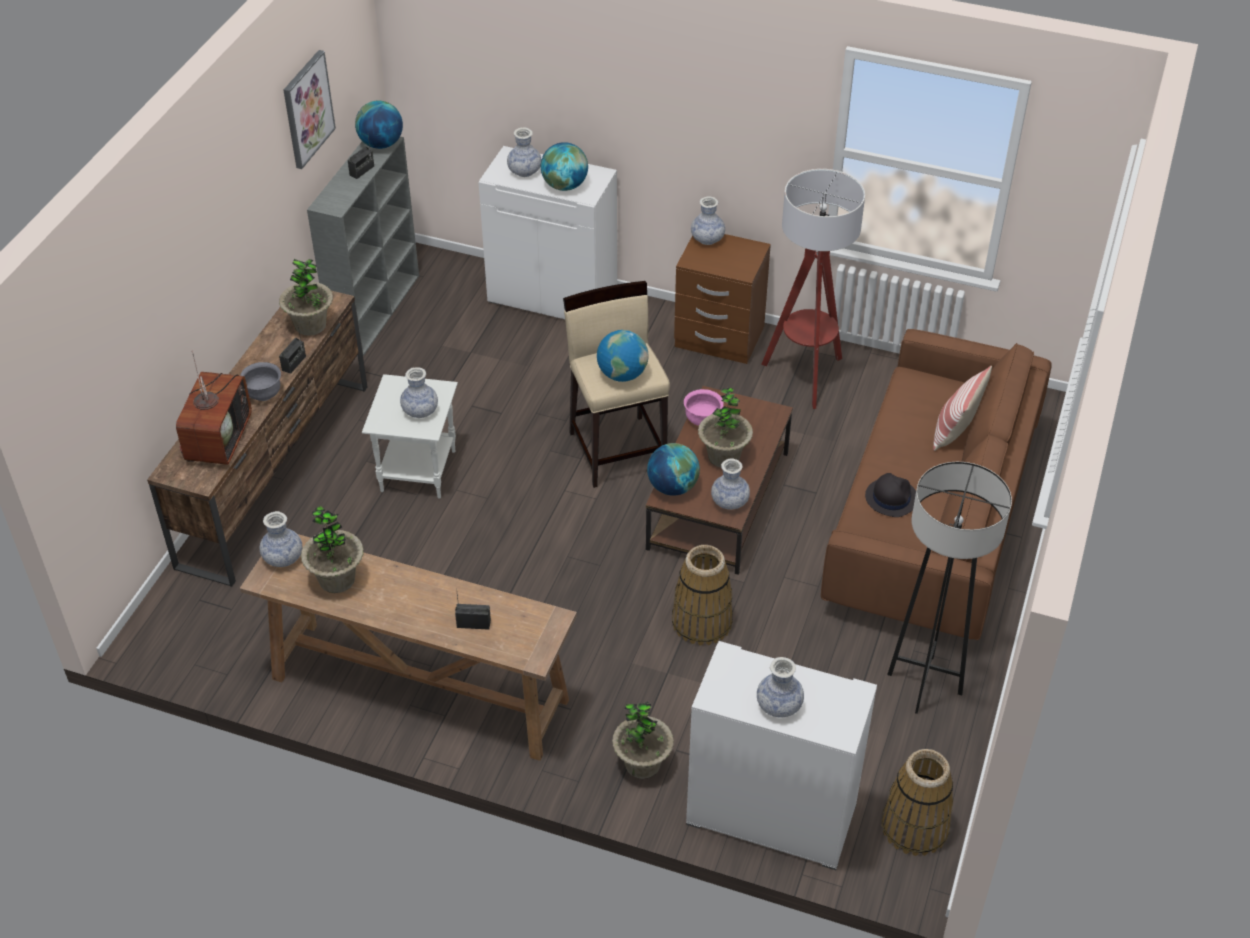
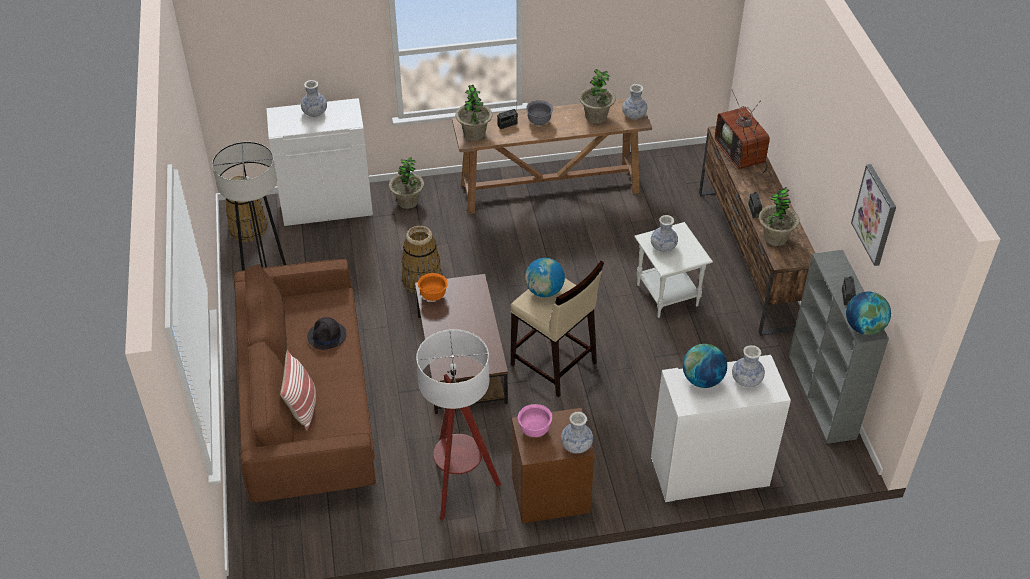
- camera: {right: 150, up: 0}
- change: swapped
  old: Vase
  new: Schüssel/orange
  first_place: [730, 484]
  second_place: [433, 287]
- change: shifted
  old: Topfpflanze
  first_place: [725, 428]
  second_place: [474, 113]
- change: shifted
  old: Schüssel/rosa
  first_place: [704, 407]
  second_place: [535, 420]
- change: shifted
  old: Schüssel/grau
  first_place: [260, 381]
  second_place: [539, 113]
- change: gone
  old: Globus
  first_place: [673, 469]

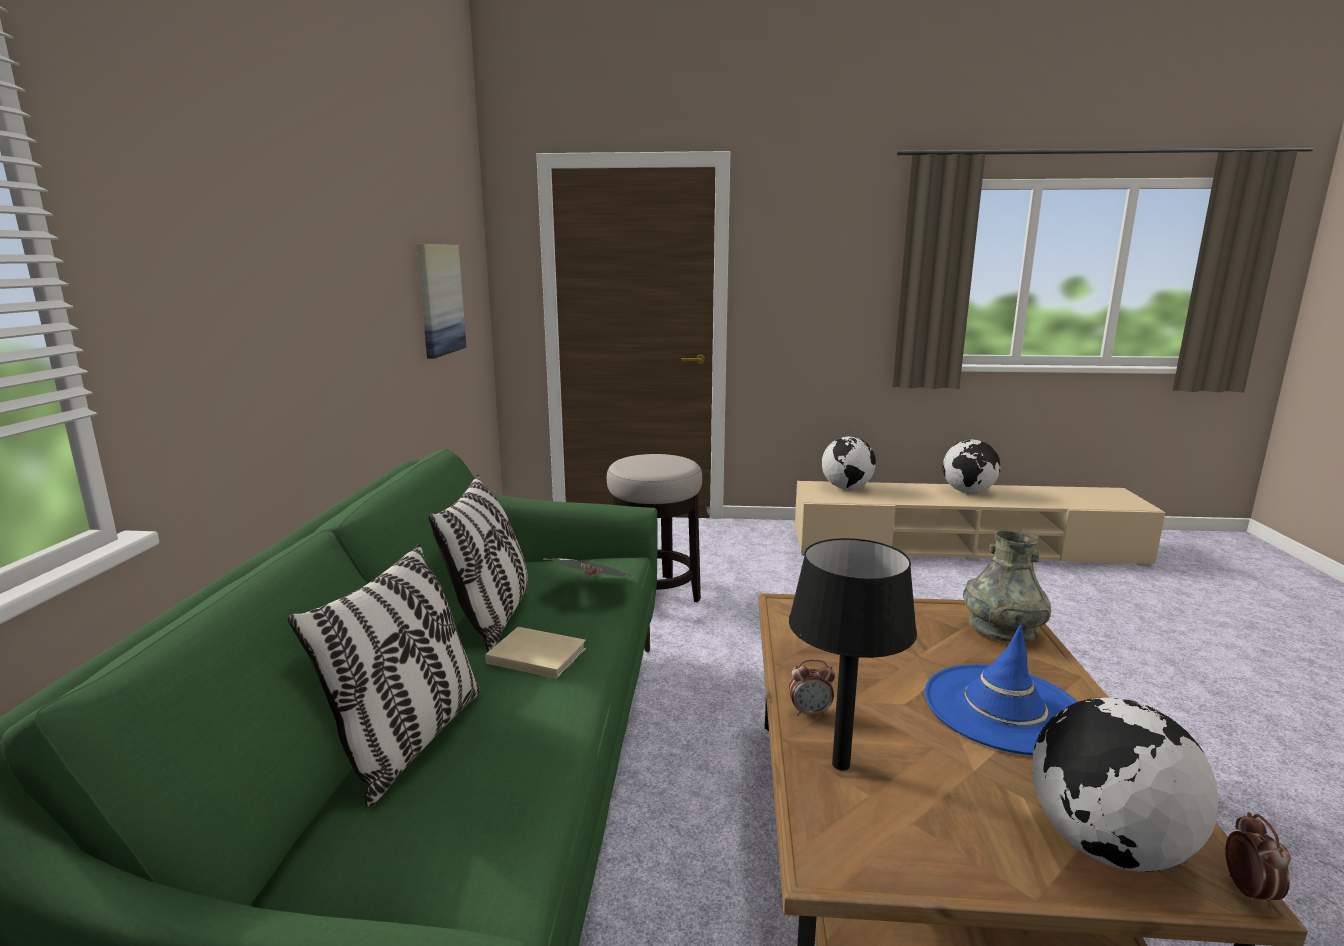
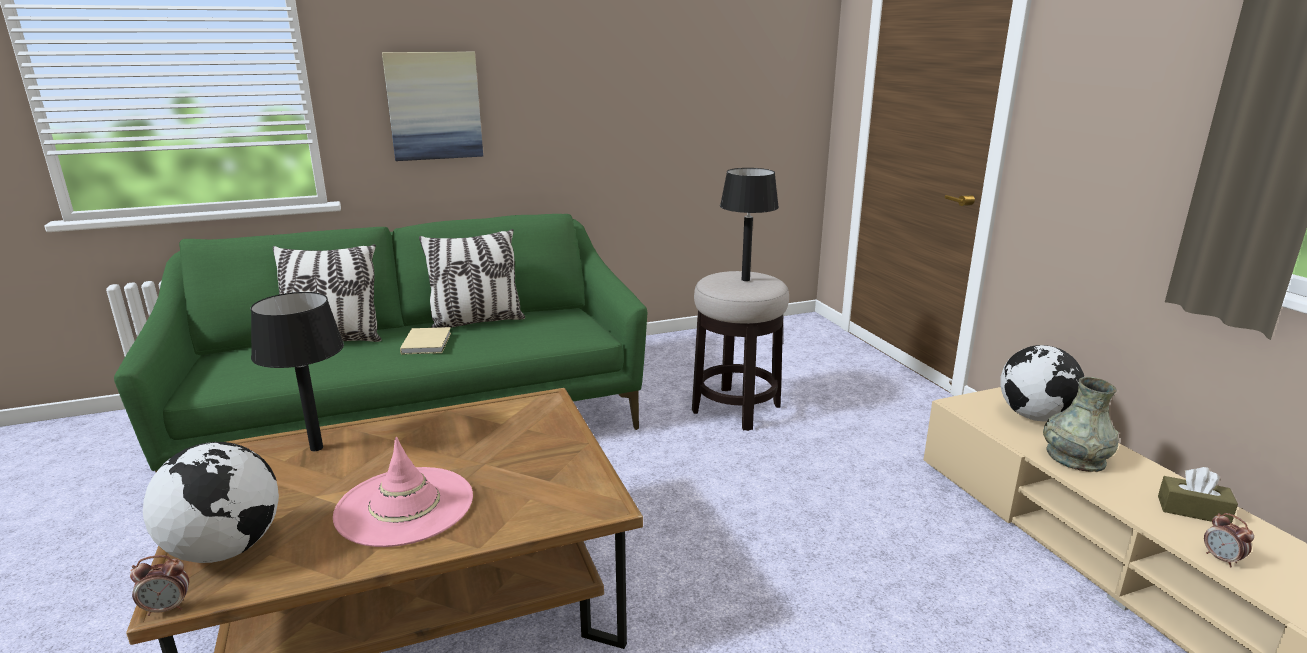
- camera: {right: 65, up: 5}
- change: repainted
  old: Hut/blau
  new: Hut/rosa
  first_place: [1001, 690]
  second_place: [403, 492]
- change: shifted
  old: Bild
  first_place: [441, 301]
  second_place: [432, 106]
- change: new
  new: Tischlampe/schwarz
  second_place: [749, 224]
- change: shifted
  old: Vase/grau
  first_place: [1007, 586]
  second_place: [1081, 424]
- change: swapped
  old: Globus
  new: Taschentuchbox/braun
  first_place: [972, 467]
  second_place: [1198, 495]
- change: shifted
  old: Wecker
  first_place: [812, 687]
  second_place: [1229, 540]
- change: gone
  old: Zeitung
  first_place: [588, 568]

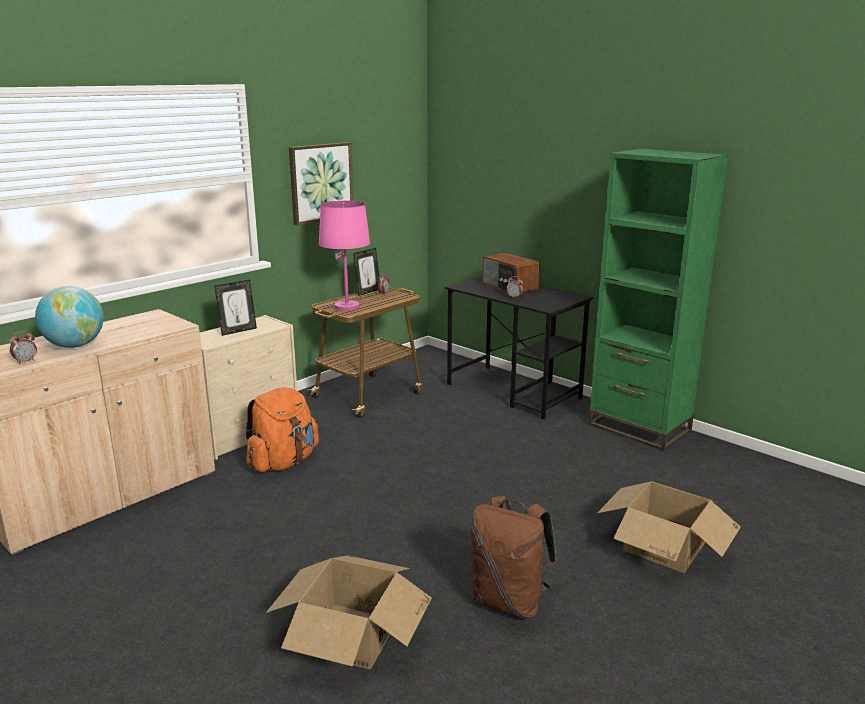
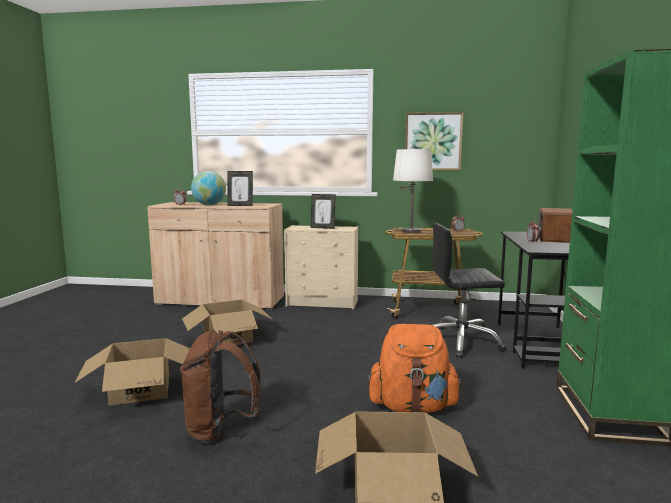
- camera: {right: 55, up: -10}
- change: new
  new: Karton
  second_place: [227, 322]
- change: shifted
  old: Bilderrahmen
  first_place: [366, 272]
  second_place: [240, 188]
- change: shifted
  old: Rucksack/orange
  first_place: [282, 429]
  second_place: [415, 368]
- change: repainted
  old: Tischlampe/rosa
  new: Tischlampe/weiß
  first_place: [344, 256]
  second_place: [413, 190]
- change: new
  new: Bürostuhl/schwarz
  second_place: [469, 290]

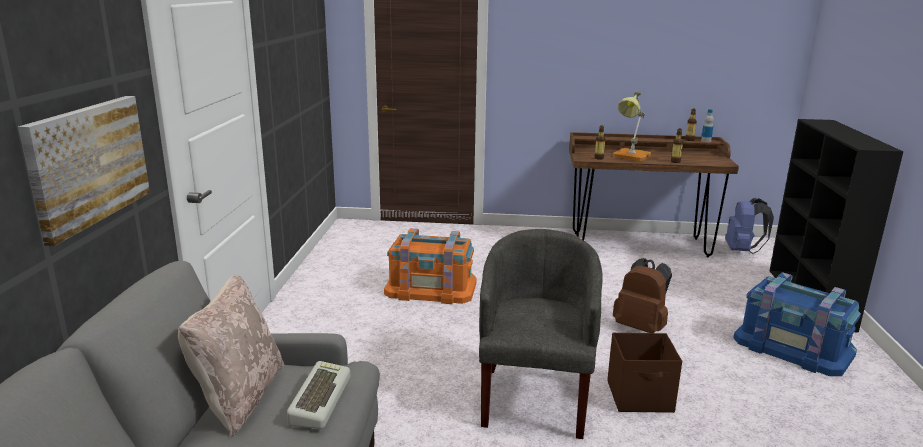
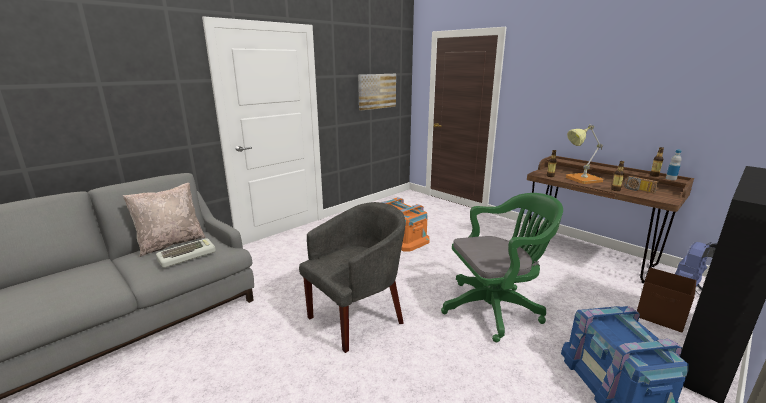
- camera: {right: 40, up: 0}
- change: shifted
  old: Bild
  first_place: [84, 171]
  second_place: [377, 92]
- change: swapped
  old: Rucksack/braun
  new: Bürostuhl/grün
  first_place: [642, 295]
  second_place: [502, 267]
- change: new
  new: Radio
  second_place: [641, 185]
- change: shifted
  old: Aufbewahrungsbox/braun
  first_place: [644, 373]
  second_place: [667, 300]

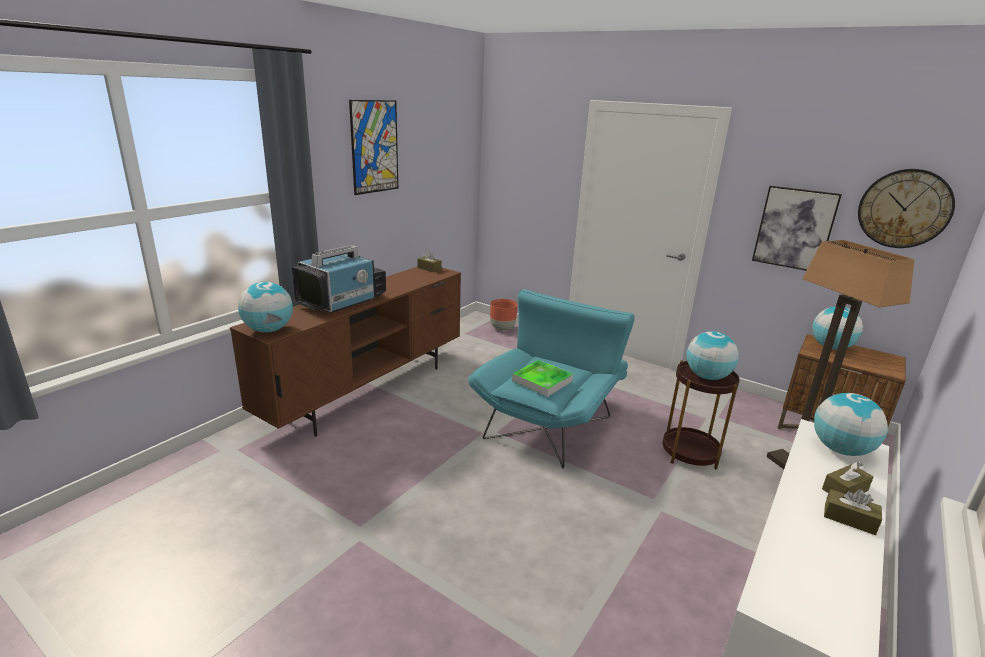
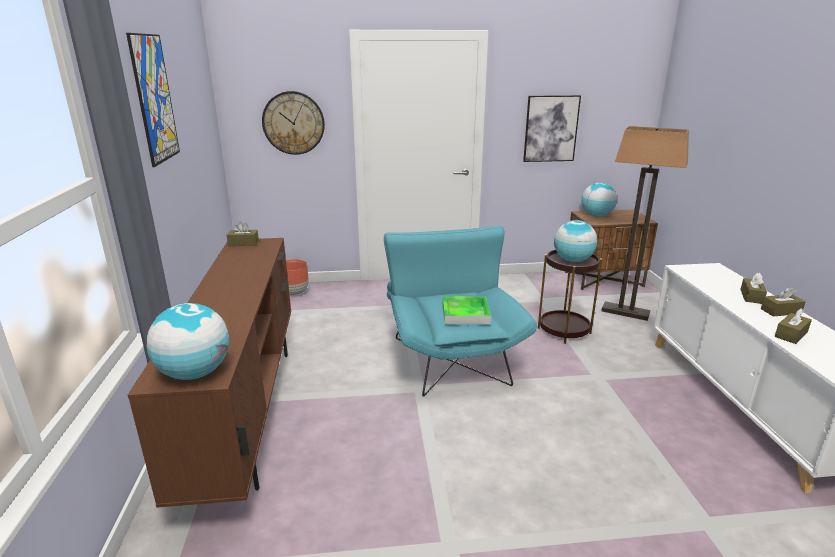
- camera: {right: -40, up: 0}
- change: shifted
  old: Wanduhr
  first_place: [906, 208]
  second_place: [293, 123]
- change: new
  new: Taschentuchbox/braun
  second_place: [793, 326]
- change: gone
  old: Fernseher
  first_place: [339, 279]
- change: gone
  old: Globus
  first_place: [851, 424]

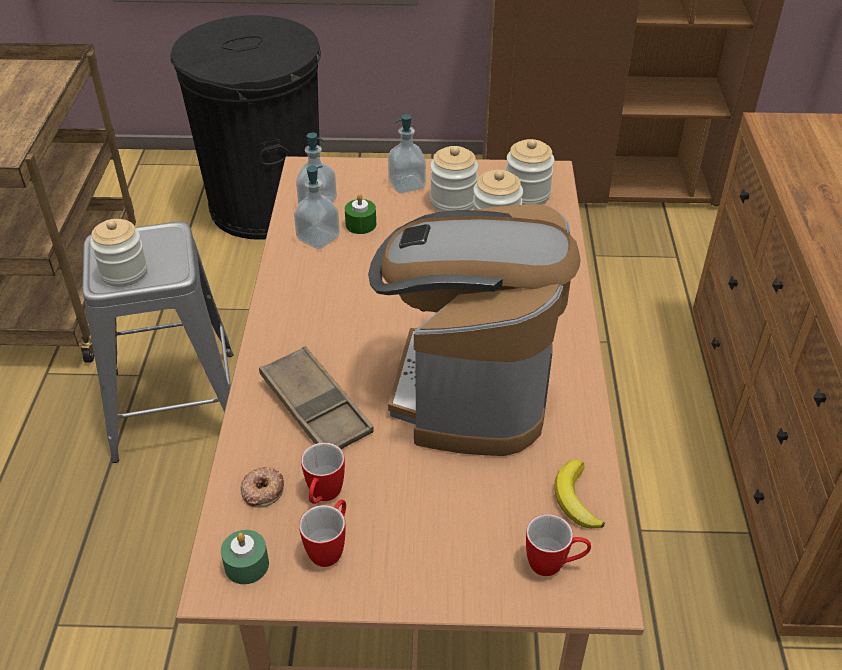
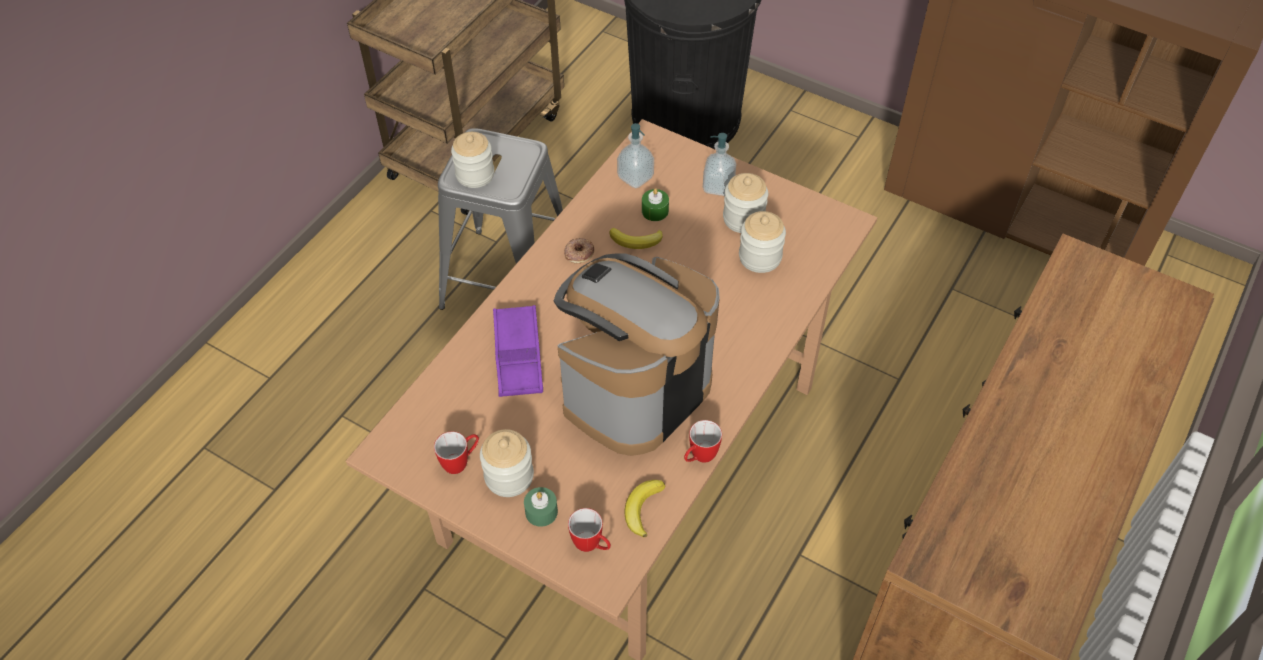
- camera: {right: 30, up: 10}
- change: shifted
  old: Vorratsglas
  first_place: [530, 172]
  second_place: [507, 463]
- change: repainted
  old: Tablett/braun
  new: Tablett/lila
  first_place: [316, 397]
  second_place: [518, 351]
- change: shifted
  old: Kerze/grün
  first_place: [245, 557]
  second_place: [541, 507]
- change: shifted
  old: Donut
  first_place: [262, 487]
  second_place: [579, 251]
- change: new
  new: Banane
  second_place: [635, 238]
- change: shifted
  old: Henkelbecher
  first_place: [323, 473]
  second_place: [703, 441]
- change: gone
  old: Seifenspender
  first_place: [317, 207]

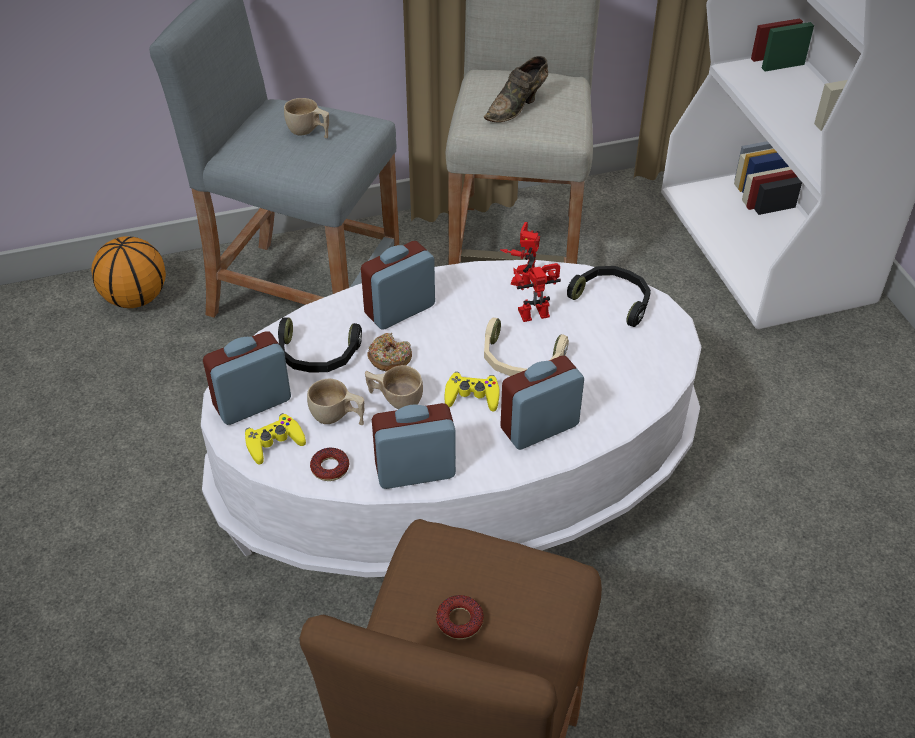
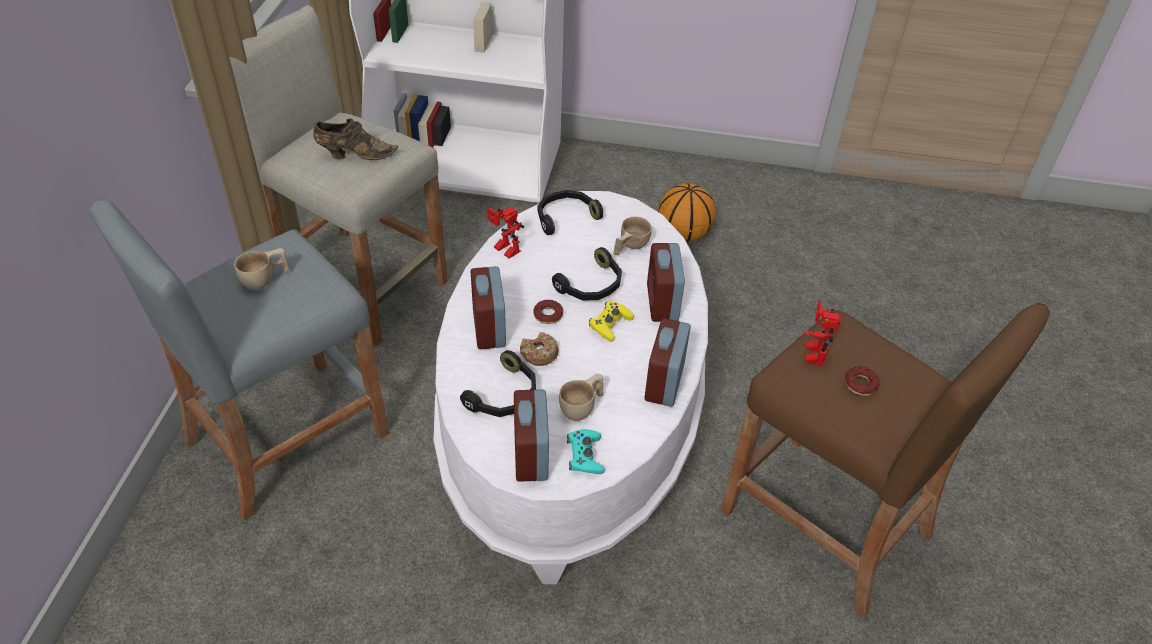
- camera: {right: -65, up: 0}
- change: rotated
  old: Schuh/braun
  first_place: [516, 89]
  second_place: [355, 139]
  degrees: -75
- change: shifted
  old: Donut
  first_place: [329, 464]
  second_place: [548, 312]
- change: repainted
  old: Kopfhörer/beige
  new: Kopfhörer/schwarz
  first_place: [526, 347]
  second_place: [587, 274]
- change: repainted
  old: Gamepad/gelb
  new: Gamepad/türkis
  first_place: [275, 439]
  second_place: [586, 451]
- change: shifted
  old: Tasse/beige
  first_place: [394, 387]
  second_place: [632, 236]
- change: shifted
  old: Basketball
  first_place: [128, 272]
  second_place: [687, 212]
- change: shifted
  old: Spielzeugroboter
  first_place: [537, 292]
  second_place: [821, 333]

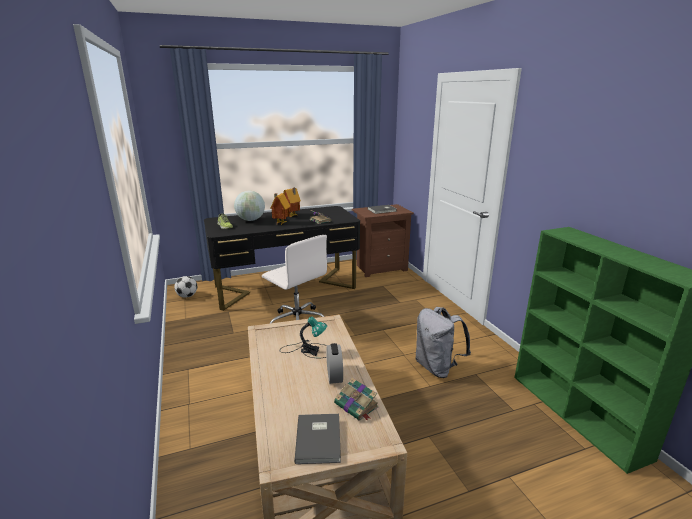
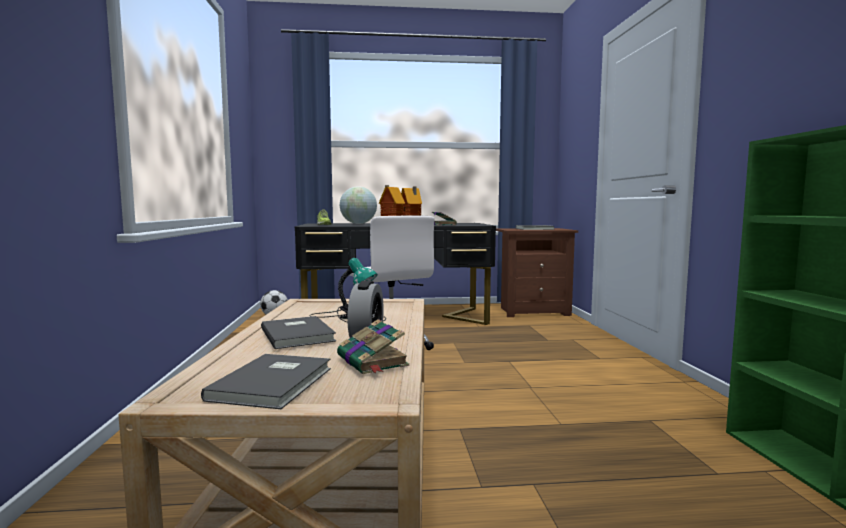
- camera: {right: 15, up: -15}
- change: new
  new: Buch/grau
  second_place: [298, 332]
- change: gone
  old: Rucksack/grau
  first_place: [443, 342]

